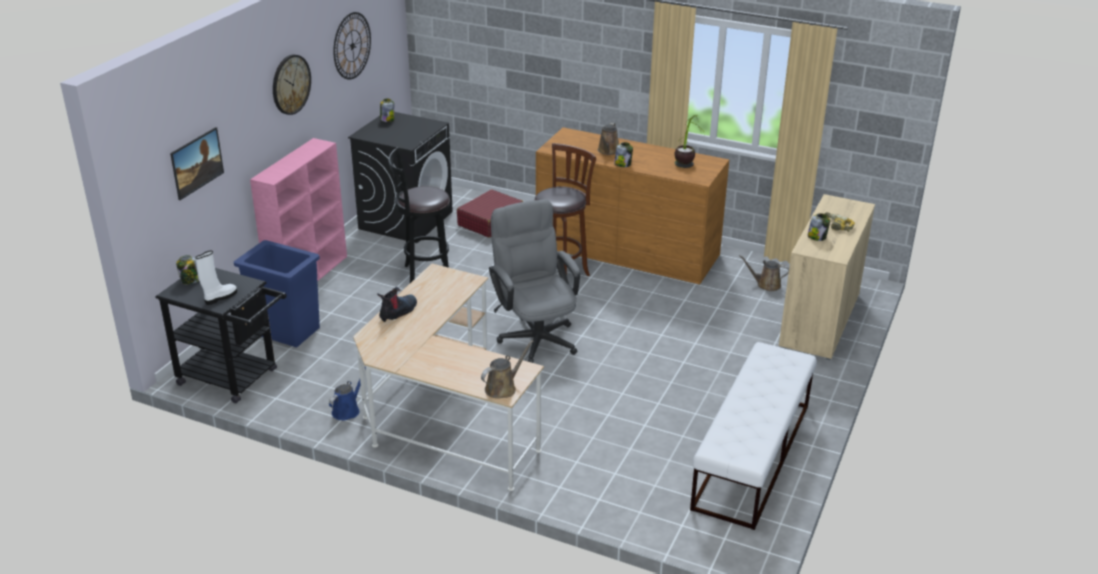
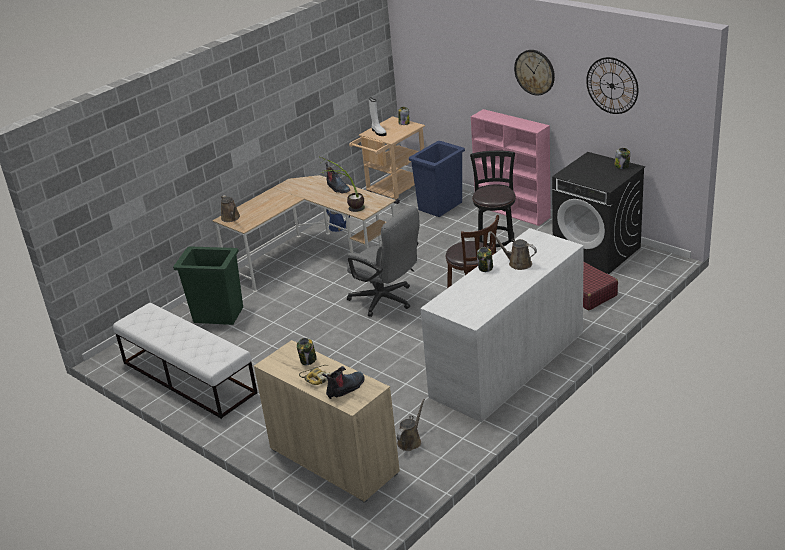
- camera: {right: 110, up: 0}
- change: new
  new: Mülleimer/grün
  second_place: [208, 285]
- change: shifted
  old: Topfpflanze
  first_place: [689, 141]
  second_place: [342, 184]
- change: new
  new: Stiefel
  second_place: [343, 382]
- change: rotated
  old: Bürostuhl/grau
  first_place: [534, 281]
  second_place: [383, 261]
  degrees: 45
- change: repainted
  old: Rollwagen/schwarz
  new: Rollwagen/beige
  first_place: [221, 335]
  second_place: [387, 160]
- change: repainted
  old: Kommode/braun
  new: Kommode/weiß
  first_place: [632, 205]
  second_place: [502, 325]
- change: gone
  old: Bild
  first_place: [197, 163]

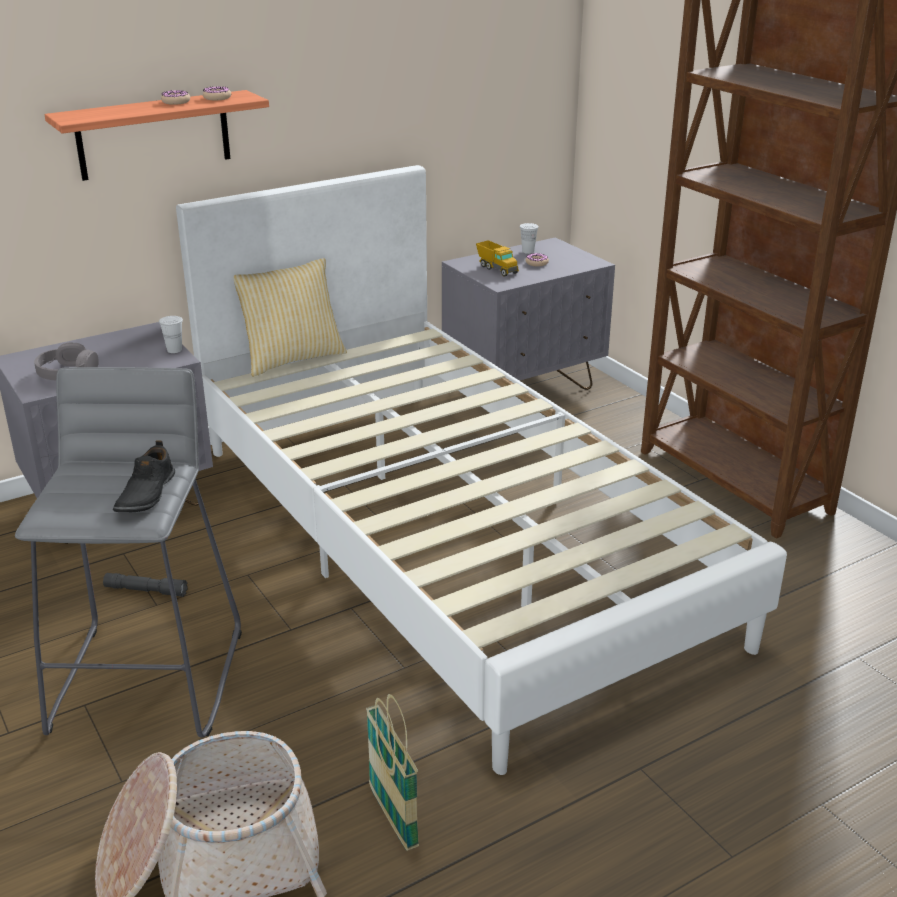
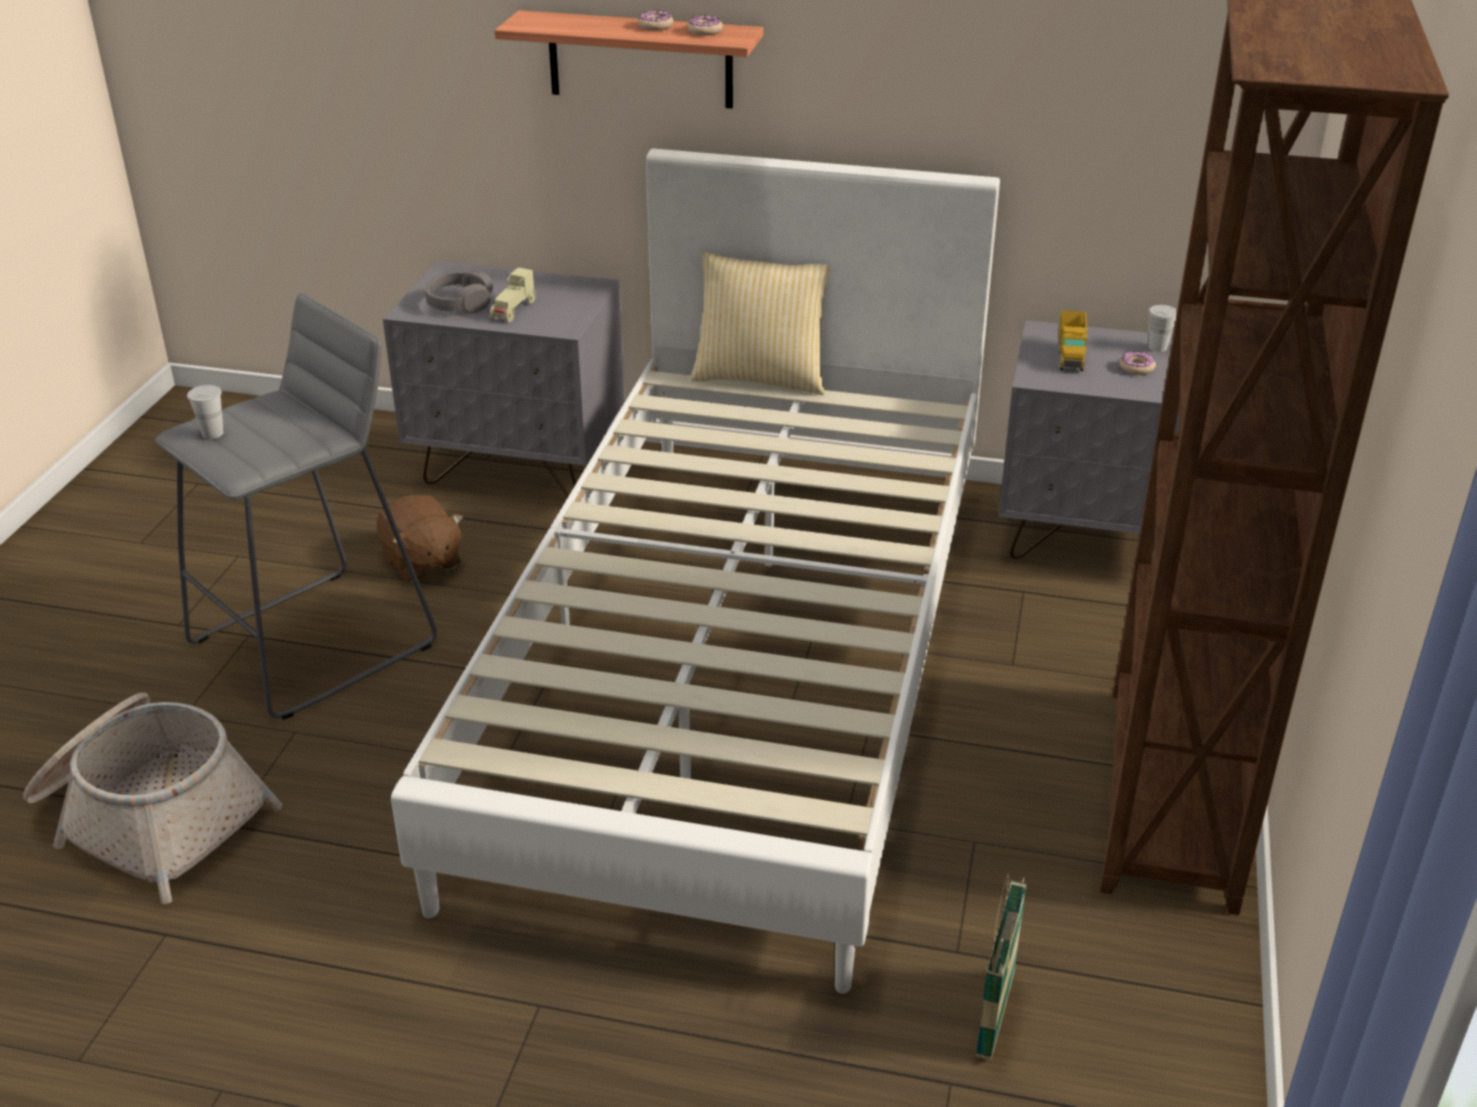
- camera: {right: 45, up: 5}
- change: shifted
  old: Tasse/weiß
  first_place: [171, 334]
  second_place: [205, 412]
- change: swapped
  old: Taschenlampe/grau
  new: Plüschtier/braun
  first_place: [145, 585]
  second_place: [420, 538]
- change: new
  new: Spielzeugauto/beige
  second_place: [513, 295]
- change: shifted
  old: Korb
  first_place: [392, 772]
  second_place: [1001, 966]
- change: gone
  old: Schuh/schwarz
  first_place: [144, 476]

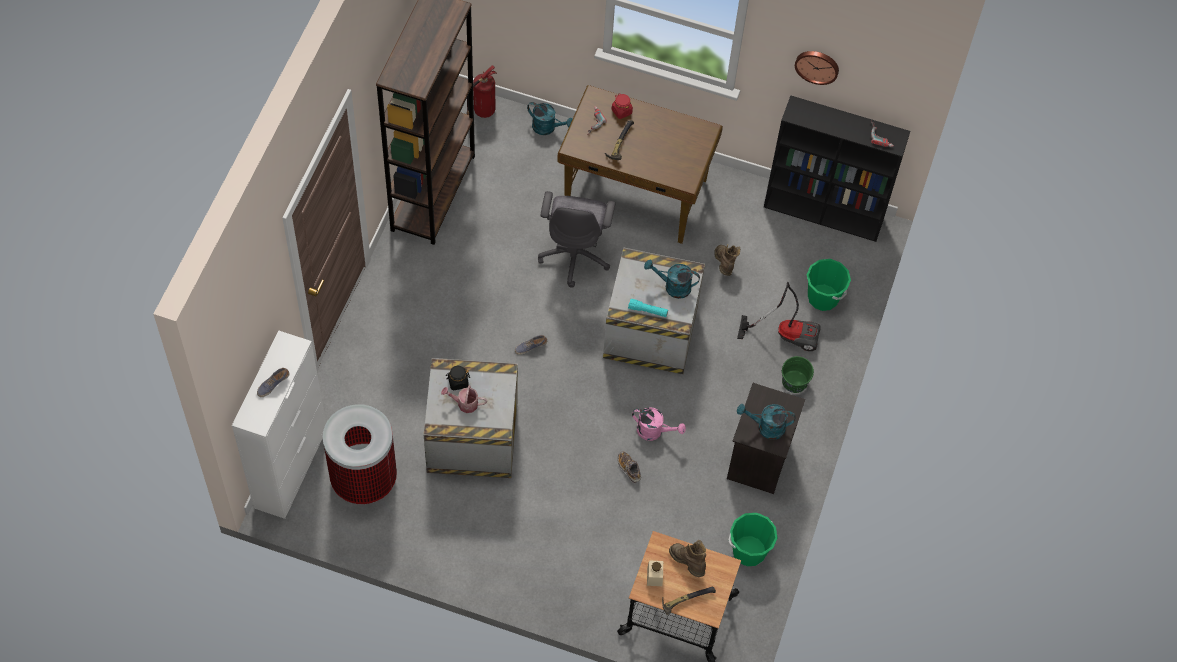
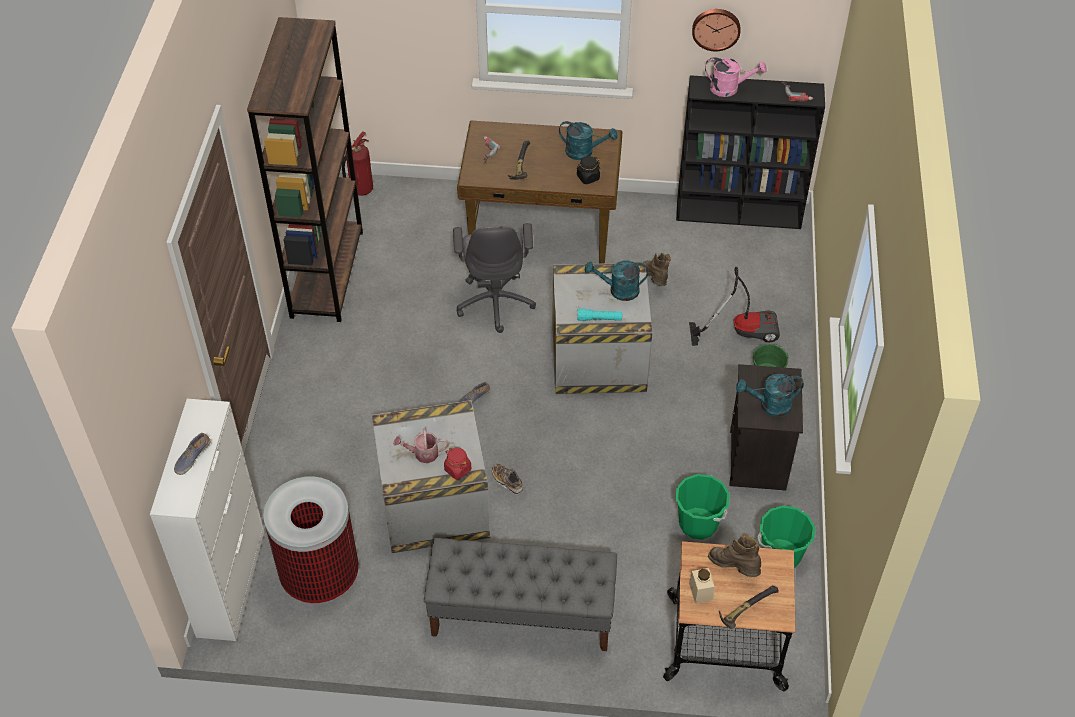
- camera: {right: -10, up: -10}
- change: new
  new: Bank/grau
  second_place: [520, 594]
- change: shifted
  old: Vorratsglas/rot
  first_place: [622, 106]
  second_place: [457, 464]
- change: shifted
  old: Schuh
  first_place: [629, 467]
  second_place: [507, 479]
- change: shifted
  old: Gießkanne/türkis
  first_place: [550, 118]
  second_place: [588, 140]
- change: shifted
  old: Vorratsglas/schwarz
  first_place: [458, 378]
  second_place: [588, 170]
- change: shifted
  old: Eimer/grün
  first_place: [829, 285]
  second_place: [702, 507]
- change: shifted
  old: Gießkanne/rosa
  first_place: [659, 424]
  second_place: [736, 77]

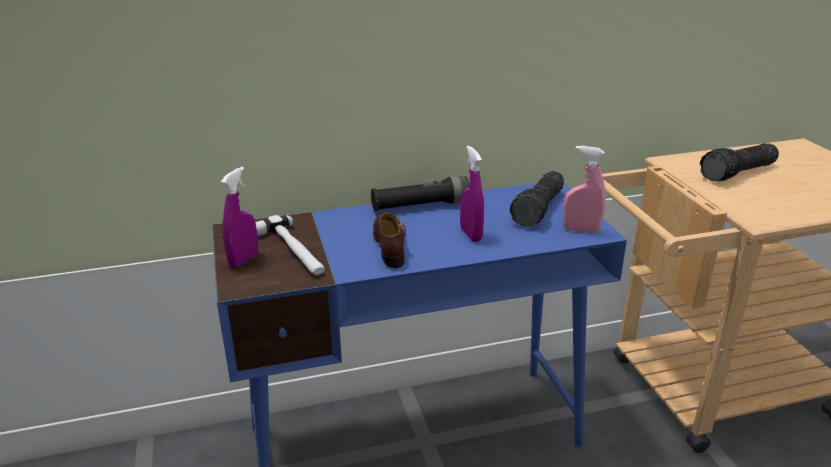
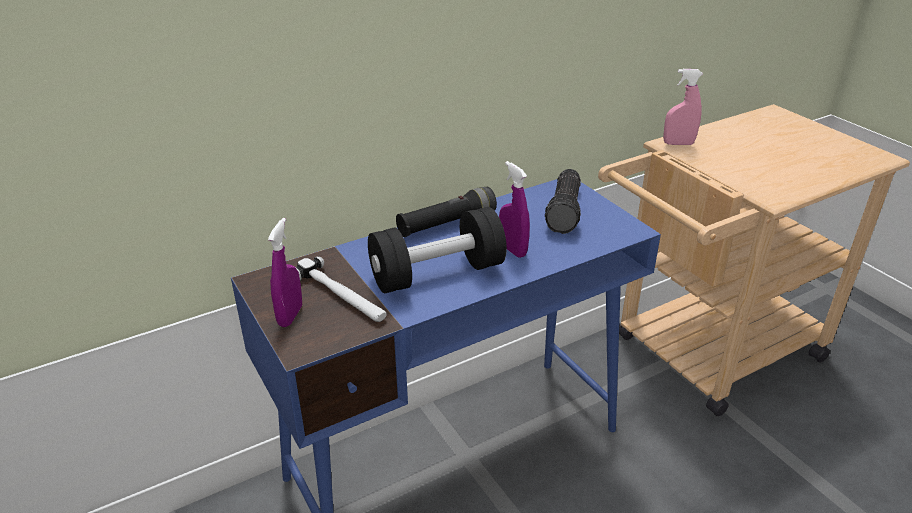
- camera: {right: -15, up: 5}
- change: swapped
  old: Schuh/braun
  new: Hantel/schwarz
  first_place: [389, 240]
  second_place: [437, 250]
- change: shifted
  old: Sprühflasche/rosa
  first_place: [584, 190]
  second_place: [683, 107]
- change: gone
  old: Taschenlampe
  first_place: [739, 162]

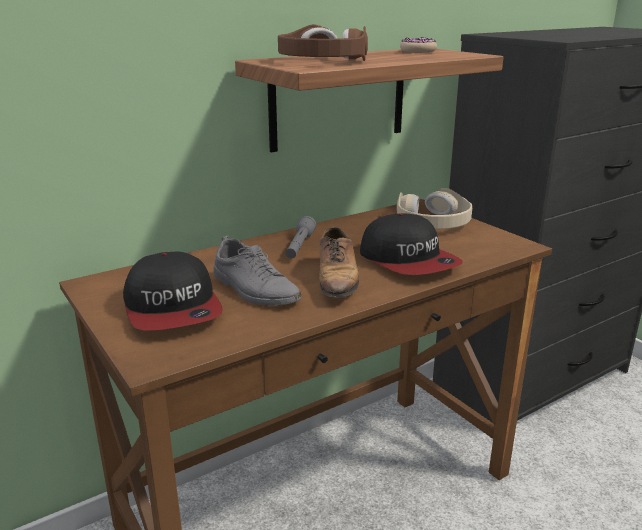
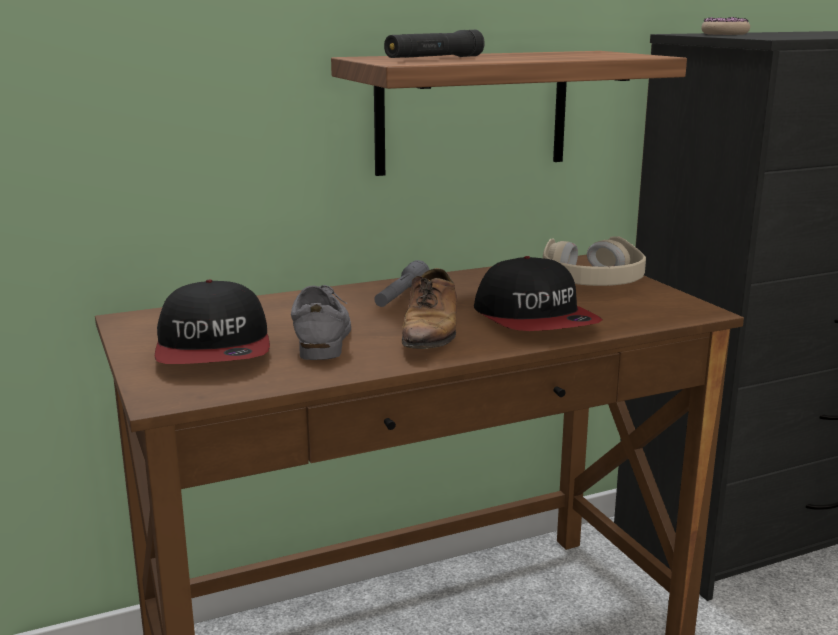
- camera: {right: 10, up: -5}
- change: rotated
  old: Schuh/grau
  first_place: [258, 271]
  second_place: [321, 322]
  degrees: -150
- change: swapped
  old: Kopfhörer/braun
  new: Taschenlampe/schwarz
  first_place: [323, 42]
  second_place: [434, 44]
- change: shifted
  old: Donut
  first_place: [418, 45]
  second_place: [725, 26]

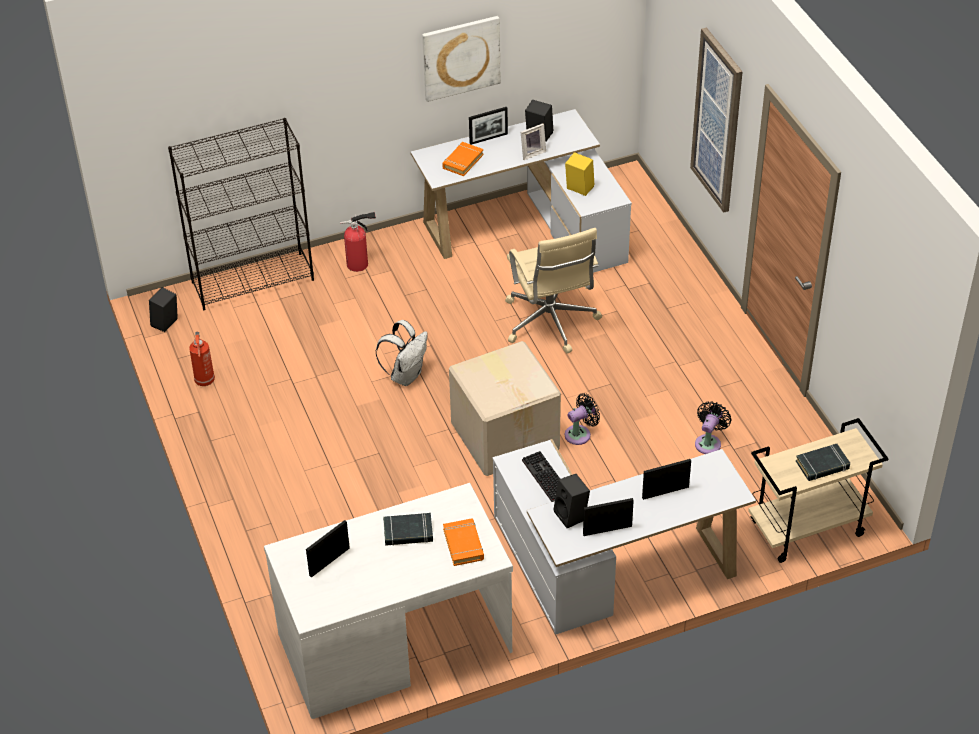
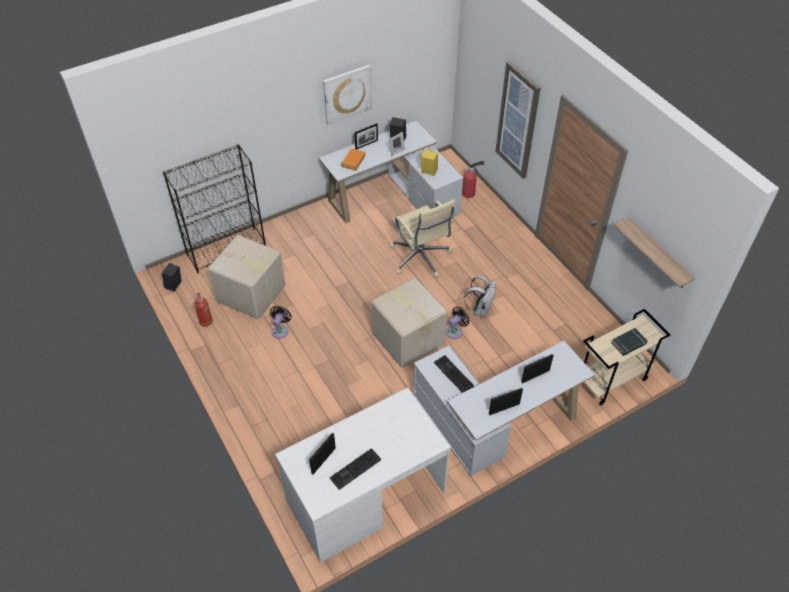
- camera: {right: -10, up: 5}
- change: new
  new: Karton
  second_place: [247, 277]
- change: shifted
  old: Ventilator/schwarz
  first_place: [713, 427]
  second_place: [281, 322]
- change: new
  new: Tastatur
  second_place: [355, 469]
- change: shifted
  old: Feuerlöscher
  first_place: [358, 242]
  second_place: [473, 179]
- change: shifted
  old: Rucksack/weiß
  first_place: [402, 353]
  second_place: [480, 296]
- change: new
  new: Wandregal
  second_place: [654, 252]
- change: gone
  old: Buch/schwarz
  first_place: [408, 529]
- change: gone
  old: Buch/orange
  first_place: [463, 542]
- change: gone
  old: Lautsprecher/schwarz
  first_place: [571, 501]

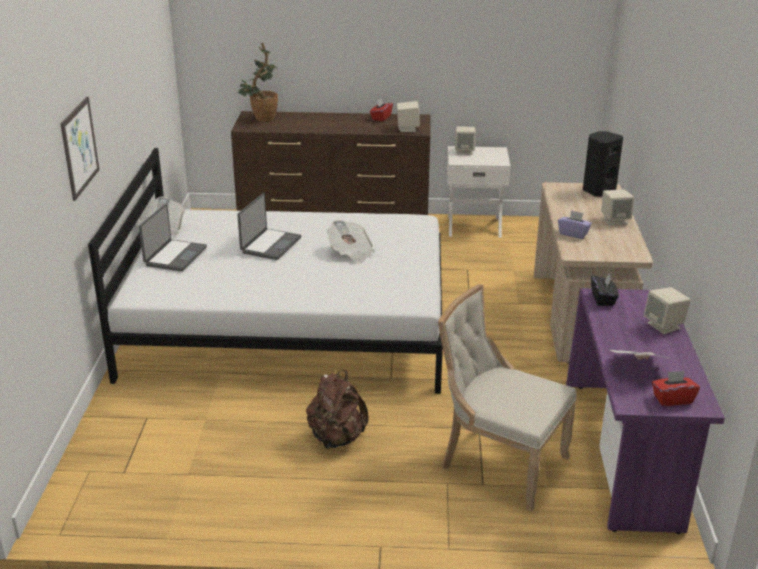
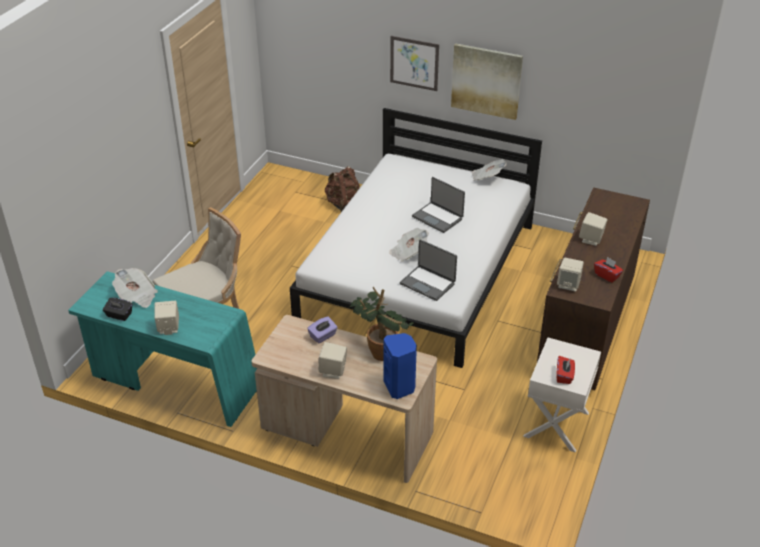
- camera: {right: 110, up: 10}
- change: repainted
  old: Schreibtisch/lila
  new: Schreibtisch/türkis
  first_place: [645, 411]
  second_place: [162, 349]
- change: shifted
  old: Taschentuchbox/schwarz
  first_place: [605, 290]
  second_place: [117, 309]
- change: shifted
  old: Rucksack/braun
  first_place: [337, 409]
  second_place: [342, 189]
- change: shifted
  old: Topfpflanze
  first_place: [258, 82]
  second_place: [382, 324]
- change: repainted
  old: Lautsprecher/schwarz
  new: Lautsprecher/blau
  first_place: [603, 164]
  second_place: [400, 366]
- change: shifted
  old: Laptop
  first_place: [173, 238]
  second_place: [428, 270]
- change: new
  new: Bild
  second_place: [487, 81]
- change: shifted
  old: Taschentuchbox/rot
  first_place: [676, 388]
  second_place: [565, 370]
- change: shifted
  old: Lautsprecher/beige
  first_place: [465, 140]
  second_place: [593, 229]

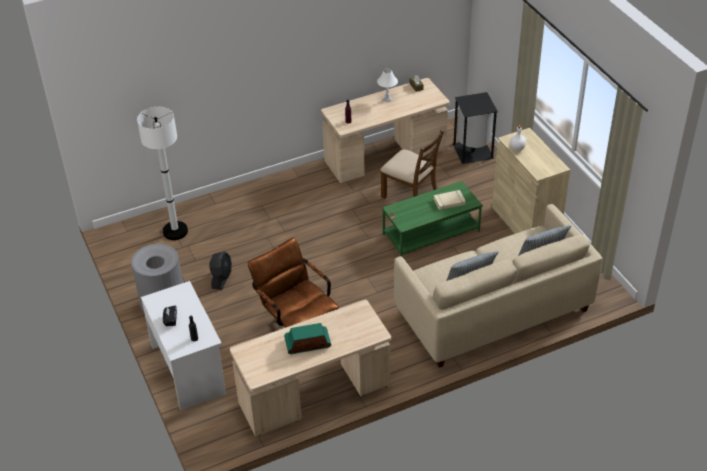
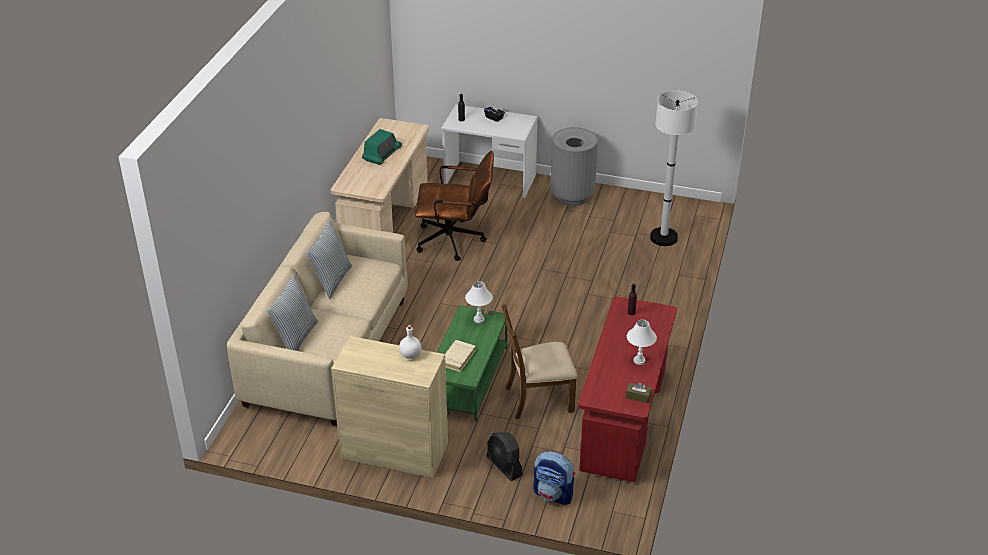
- camera: {right: 130, up: -5}
- change: new
  new: Tischlampe/weiß
  second_place: [479, 302]
- change: shifted
  old: Ventilator/schwarz
  first_place: [220, 270]
  second_place: [504, 456]
- change: swapped
  old: Mülleimer/schwarz
  new: Rucksack
  first_place: [475, 128]
  second_place: [554, 478]
- change: repainted
  old: Schreibtisch/beige
  new: Schreibtisch/rot
  first_place: [385, 130]
  second_place: [627, 389]

